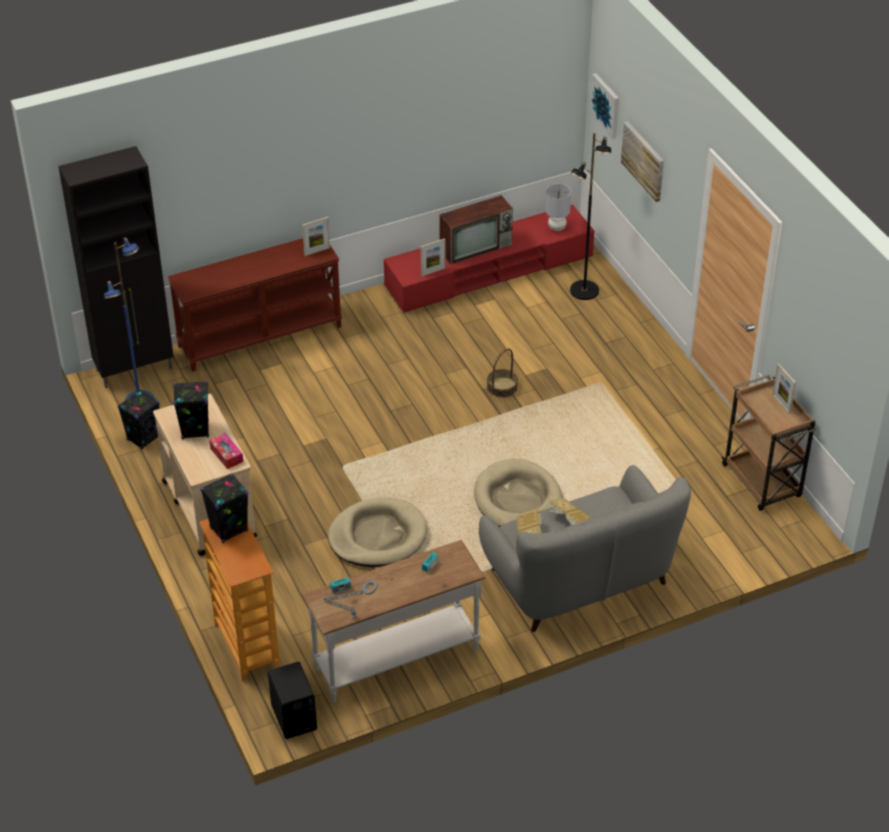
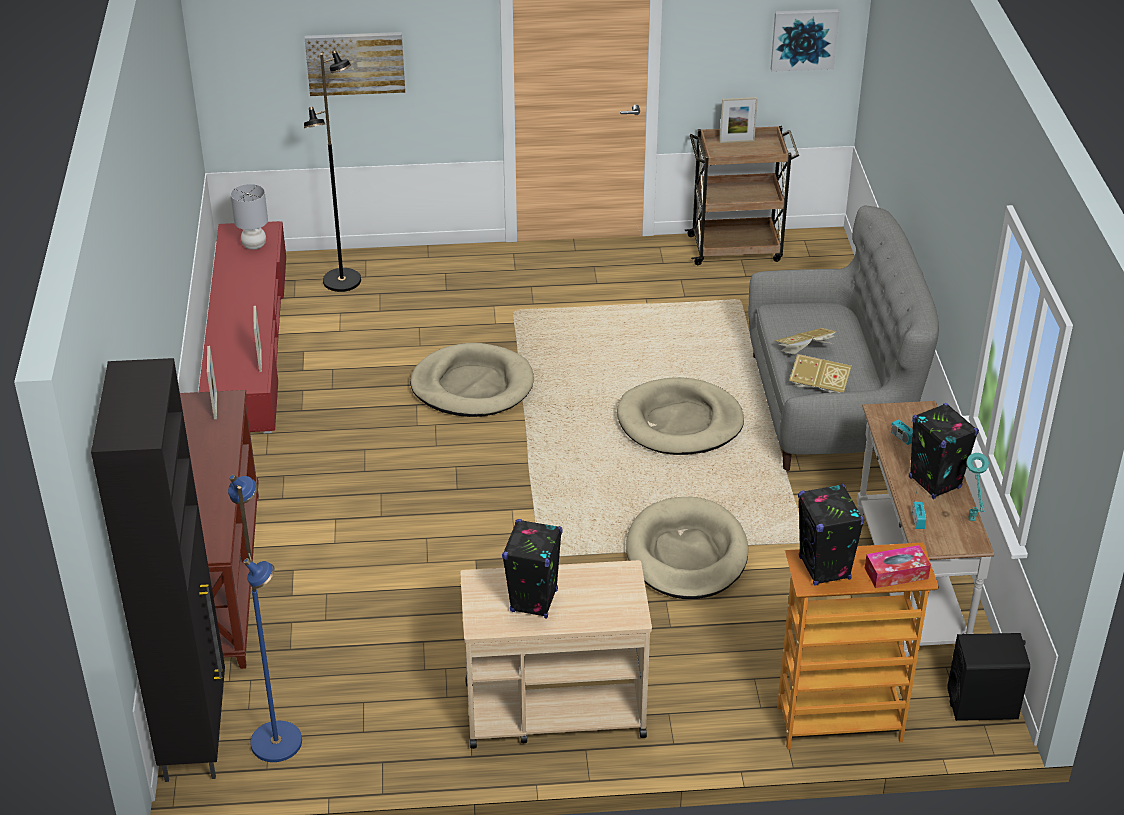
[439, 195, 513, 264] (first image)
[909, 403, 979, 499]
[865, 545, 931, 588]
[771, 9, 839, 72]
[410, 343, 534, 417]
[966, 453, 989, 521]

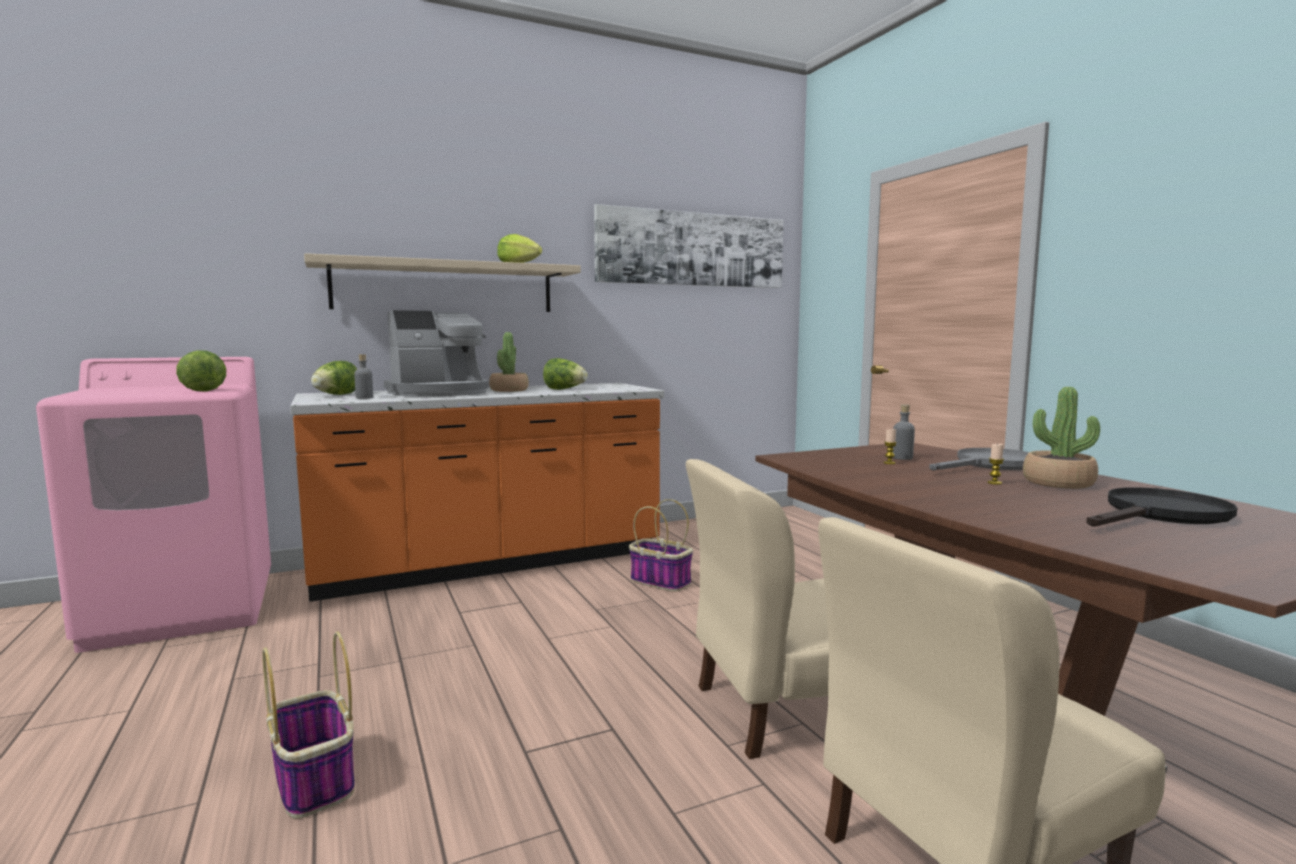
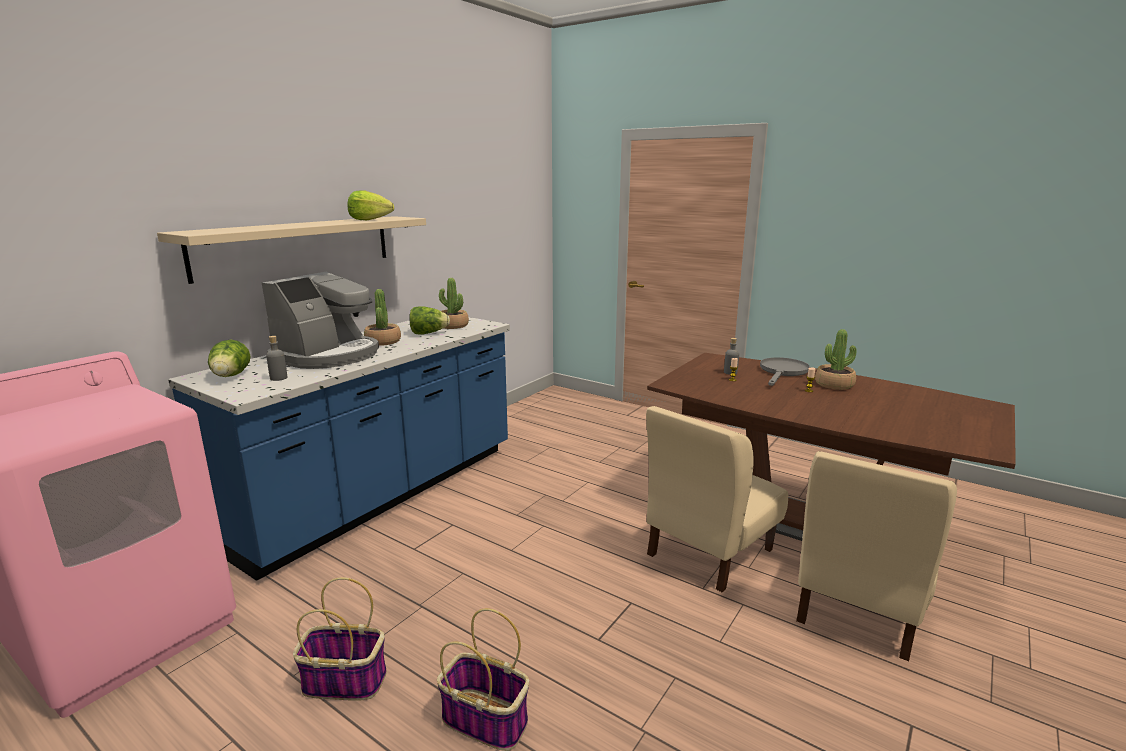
[176, 350, 226, 391] (first image)
[594, 204, 784, 288] (first image)
[1086, 487, 1237, 527] (first image)
[439, 278, 469, 329]
[293, 577, 387, 701]
[168, 317, 510, 581]

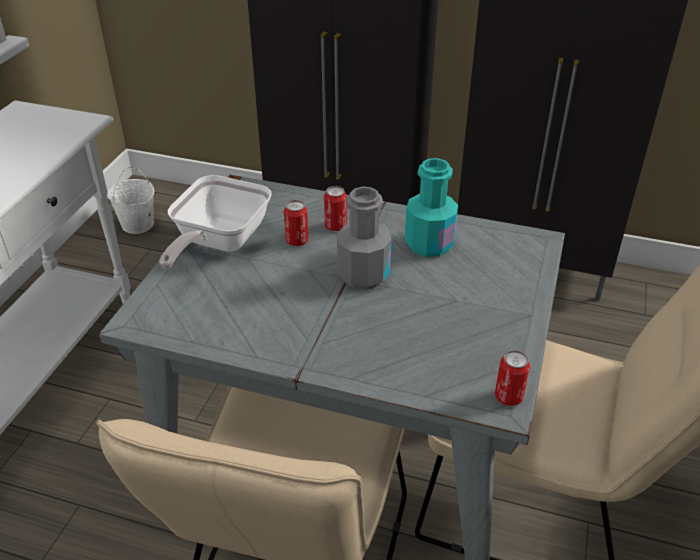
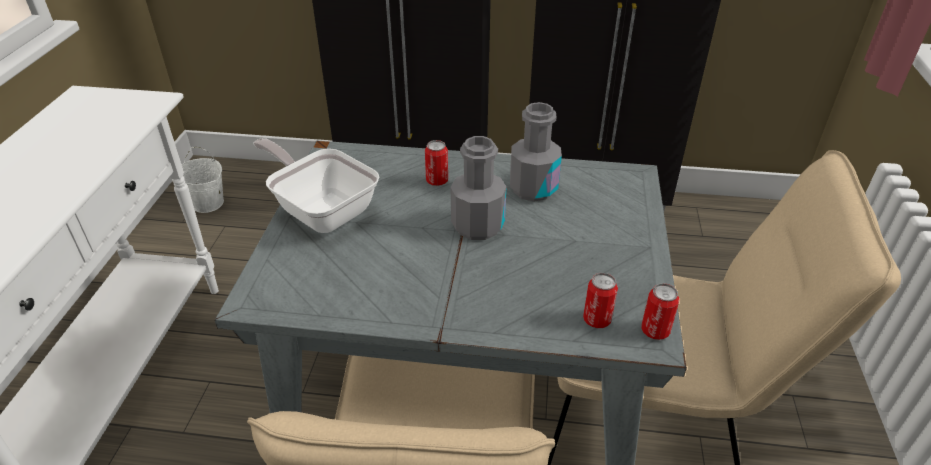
[583, 273, 618, 328]
[510, 102, 562, 202]
[253, 138, 379, 233]

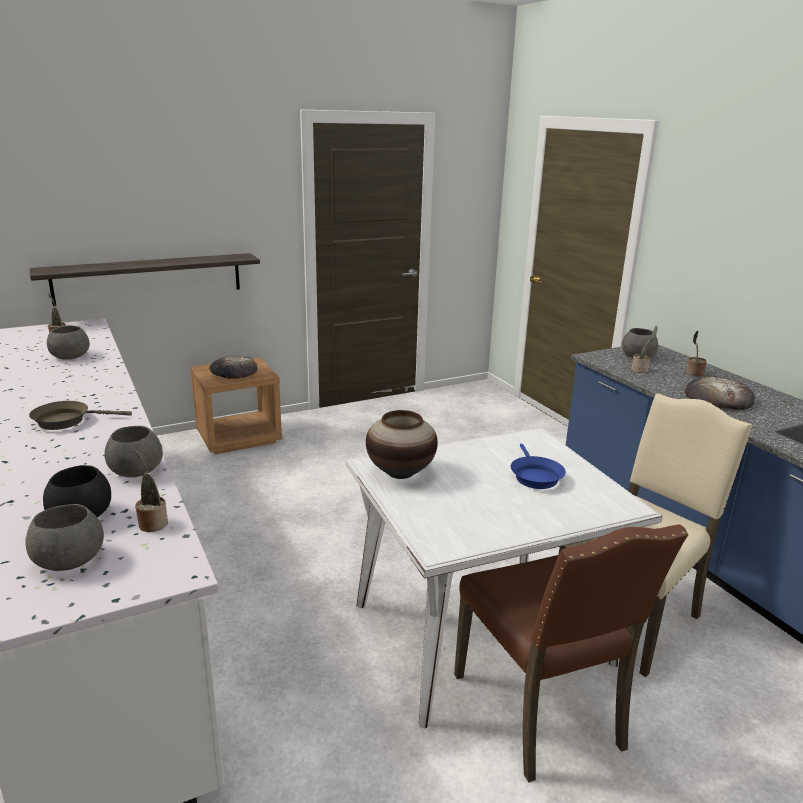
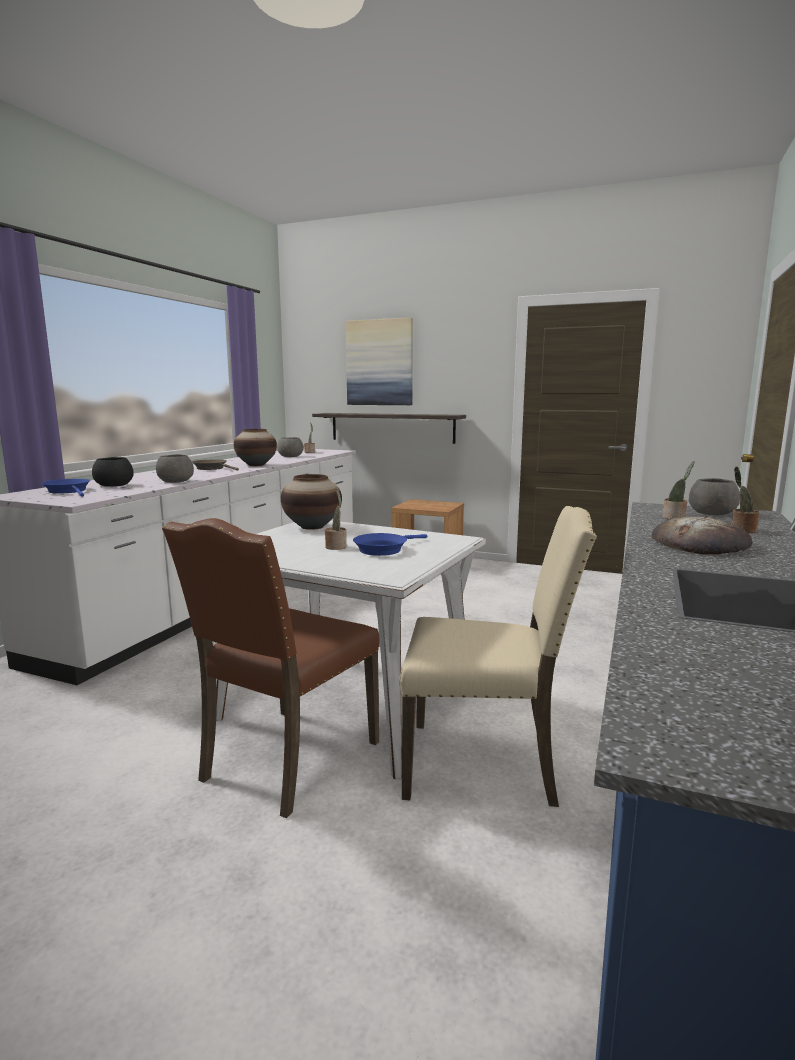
[209, 355, 258, 379] (first image)
[234, 429, 277, 466]
[346, 318, 413, 405]
[325, 487, 347, 550]
[41, 479, 90, 497]

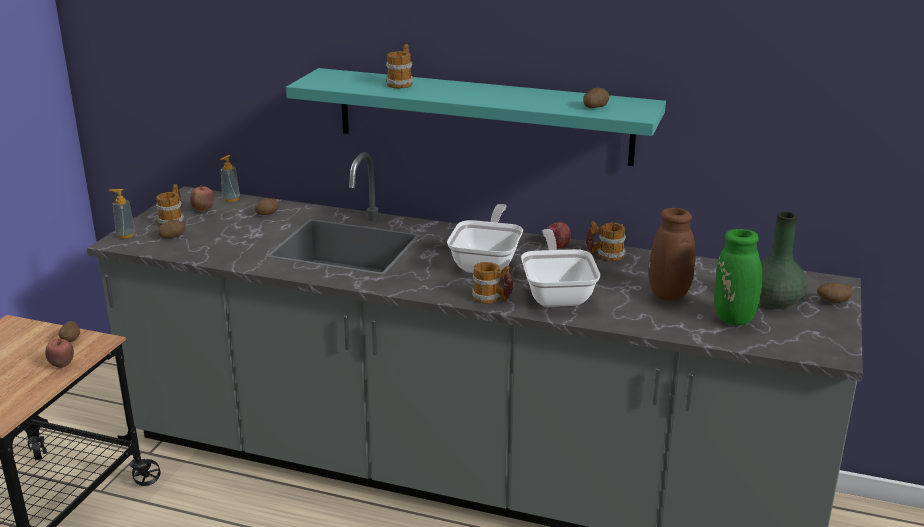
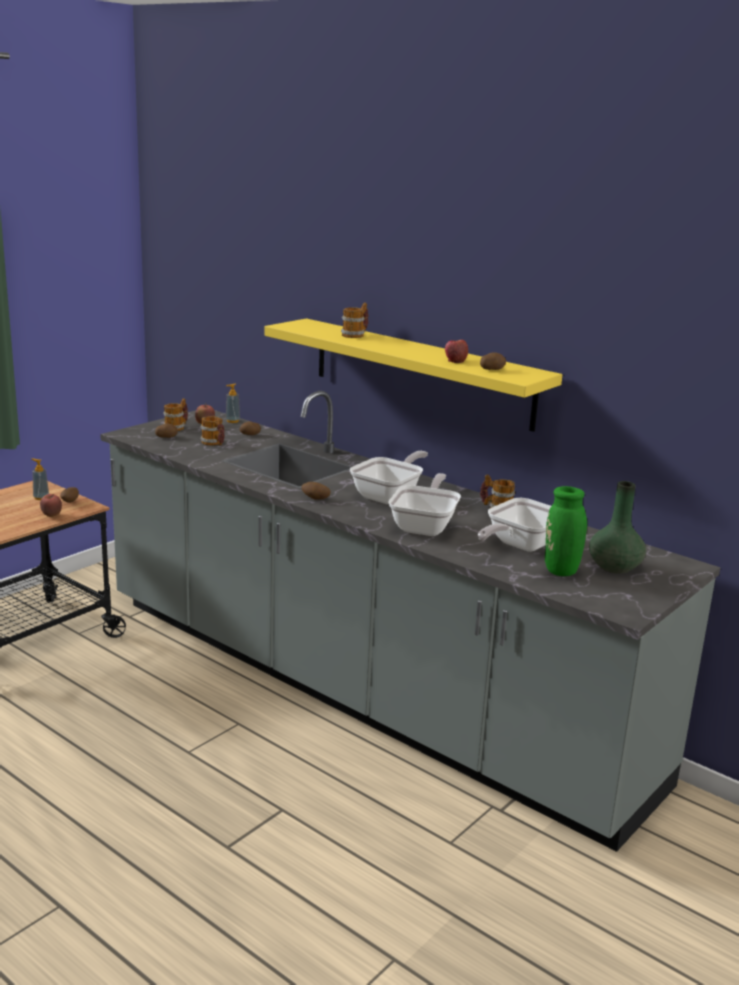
[31, 459, 49, 500]
[200, 416, 225, 446]
[445, 340, 468, 363]
[301, 482, 331, 500]
[478, 498, 551, 552]
[265, 318, 562, 432]

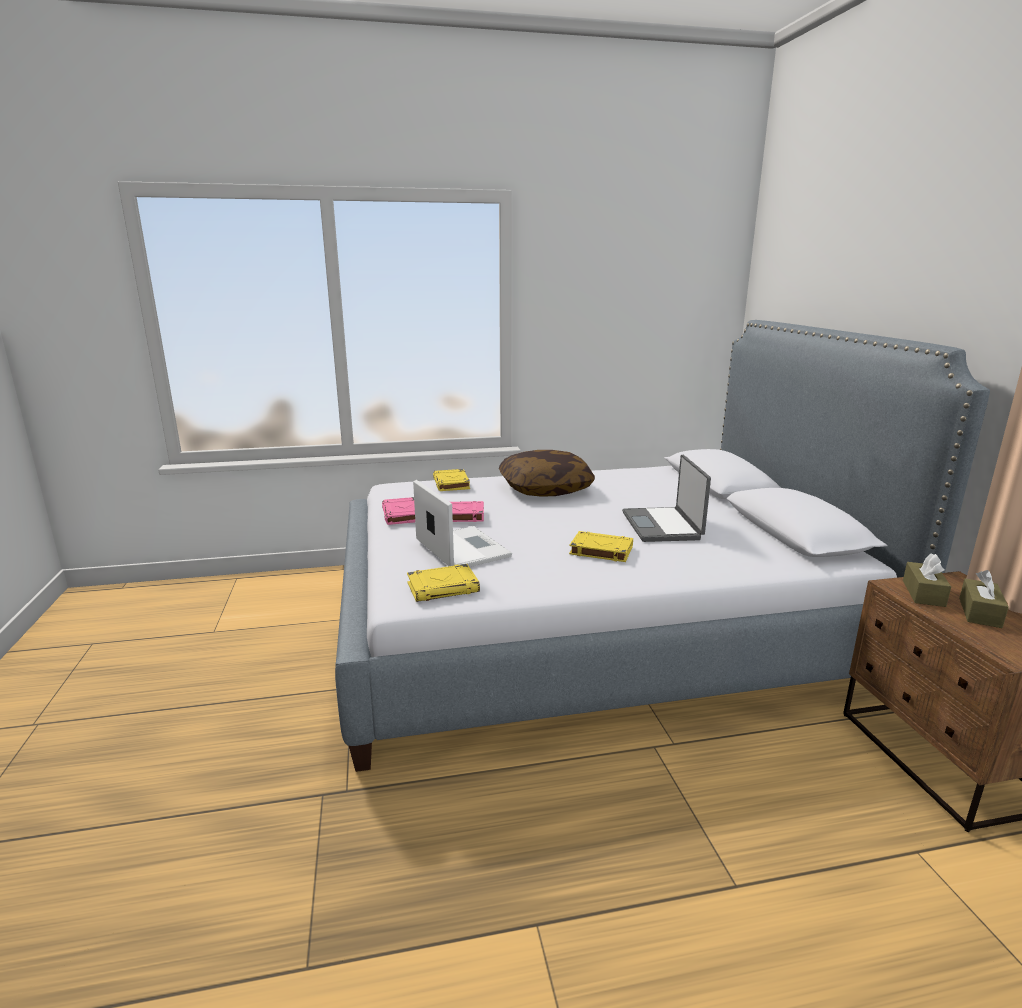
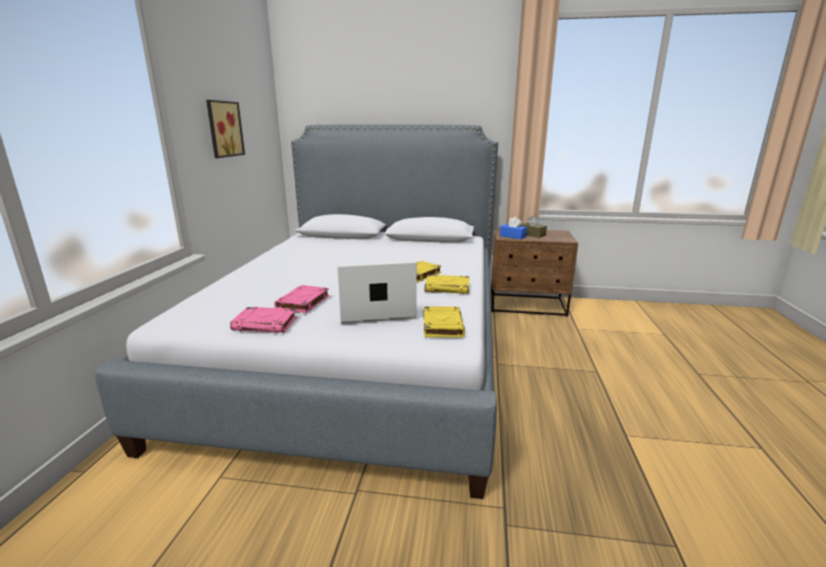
[499, 450, 595, 497] (first image)
[622, 455, 711, 542] (first image)
[206, 100, 245, 158]
[425, 275, 469, 294]
[500, 217, 527, 239]

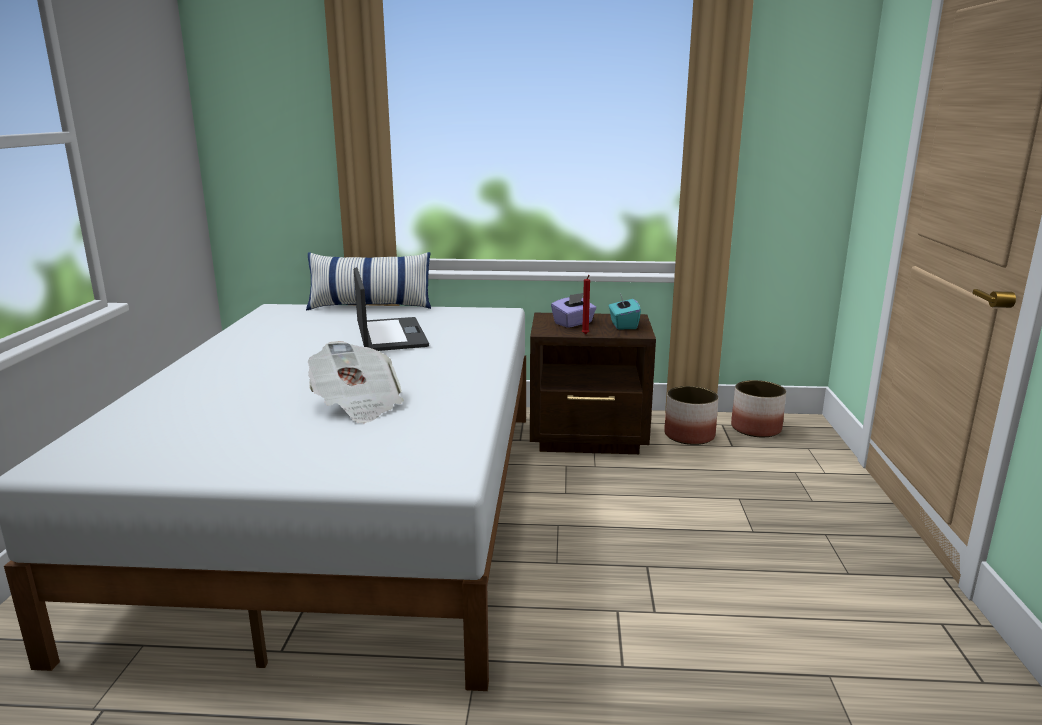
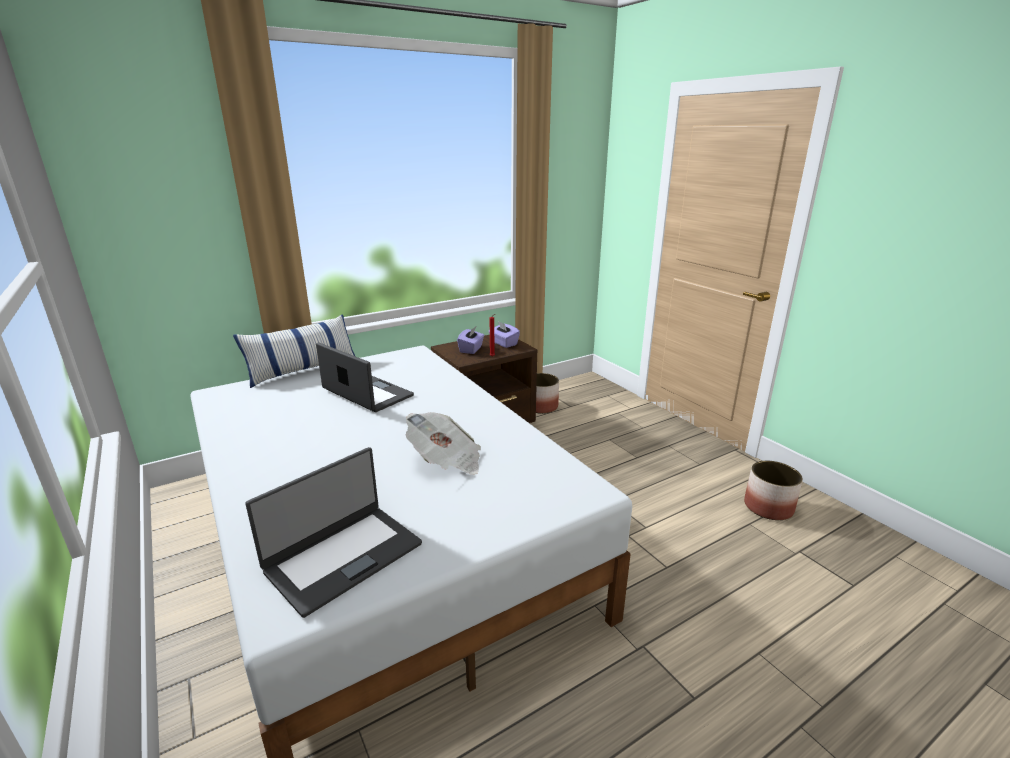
[245, 447, 422, 618]
[744, 461, 803, 520]
[488, 321, 520, 348]

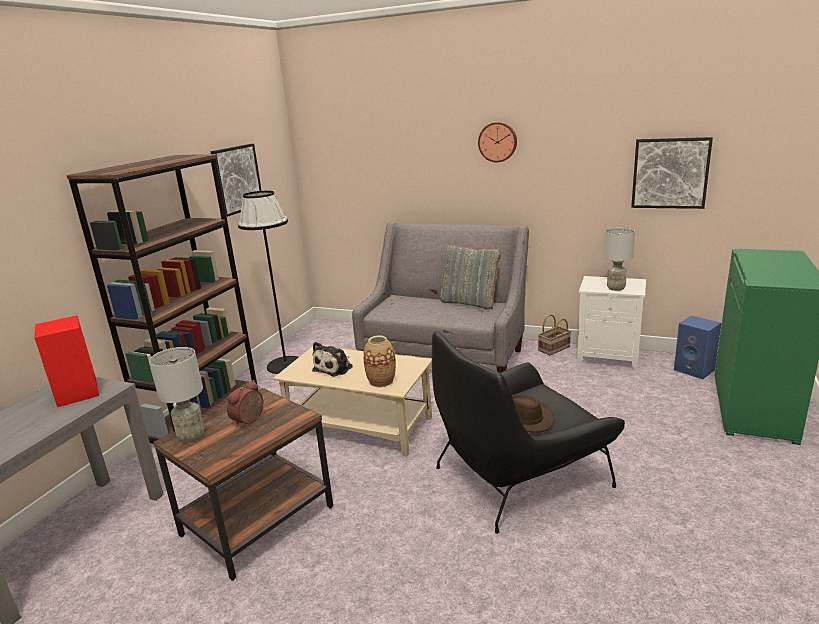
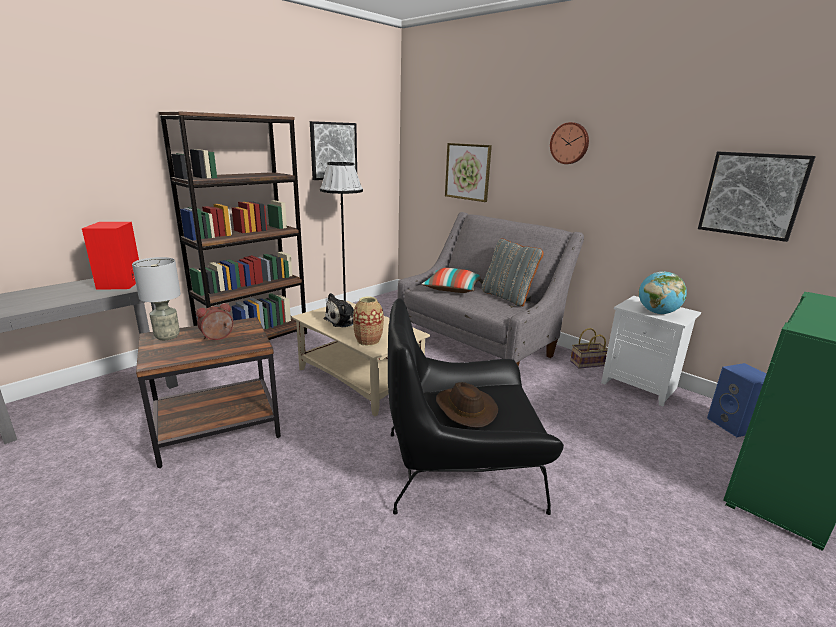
[421, 268, 481, 293]
[445, 143, 492, 202]
[639, 271, 687, 314]

